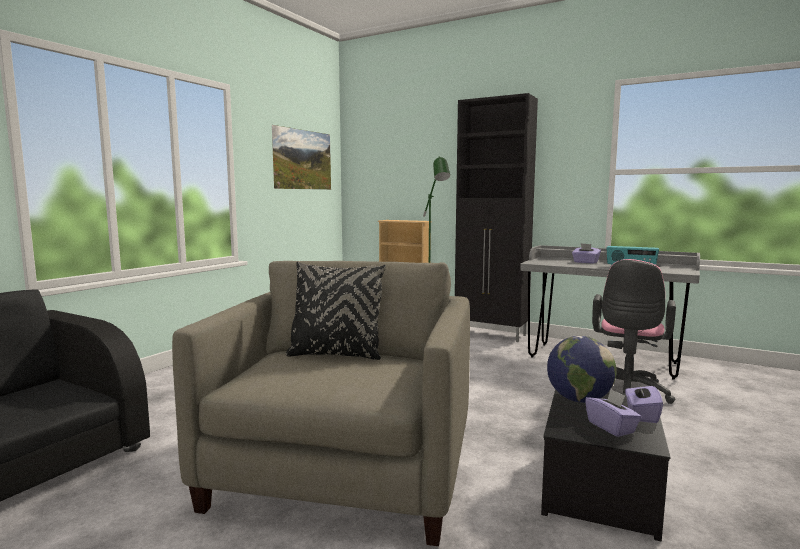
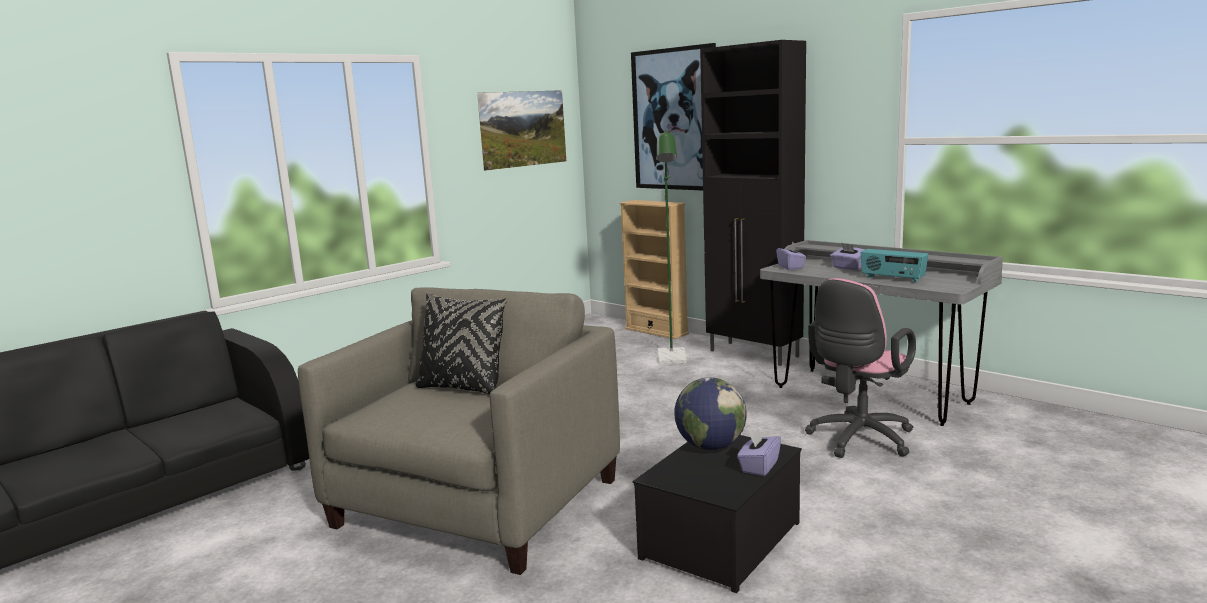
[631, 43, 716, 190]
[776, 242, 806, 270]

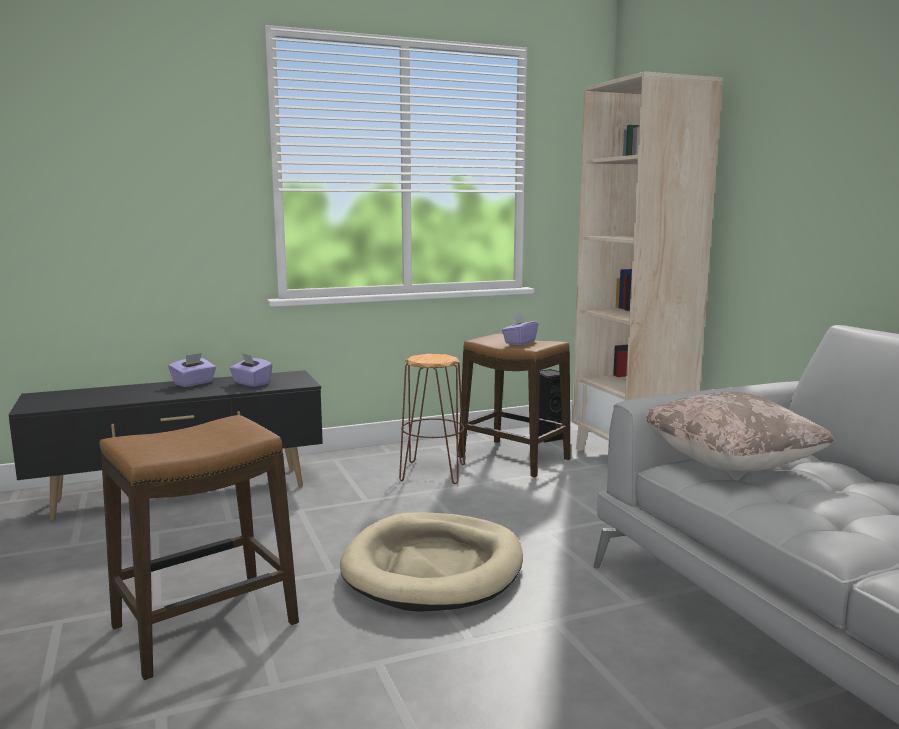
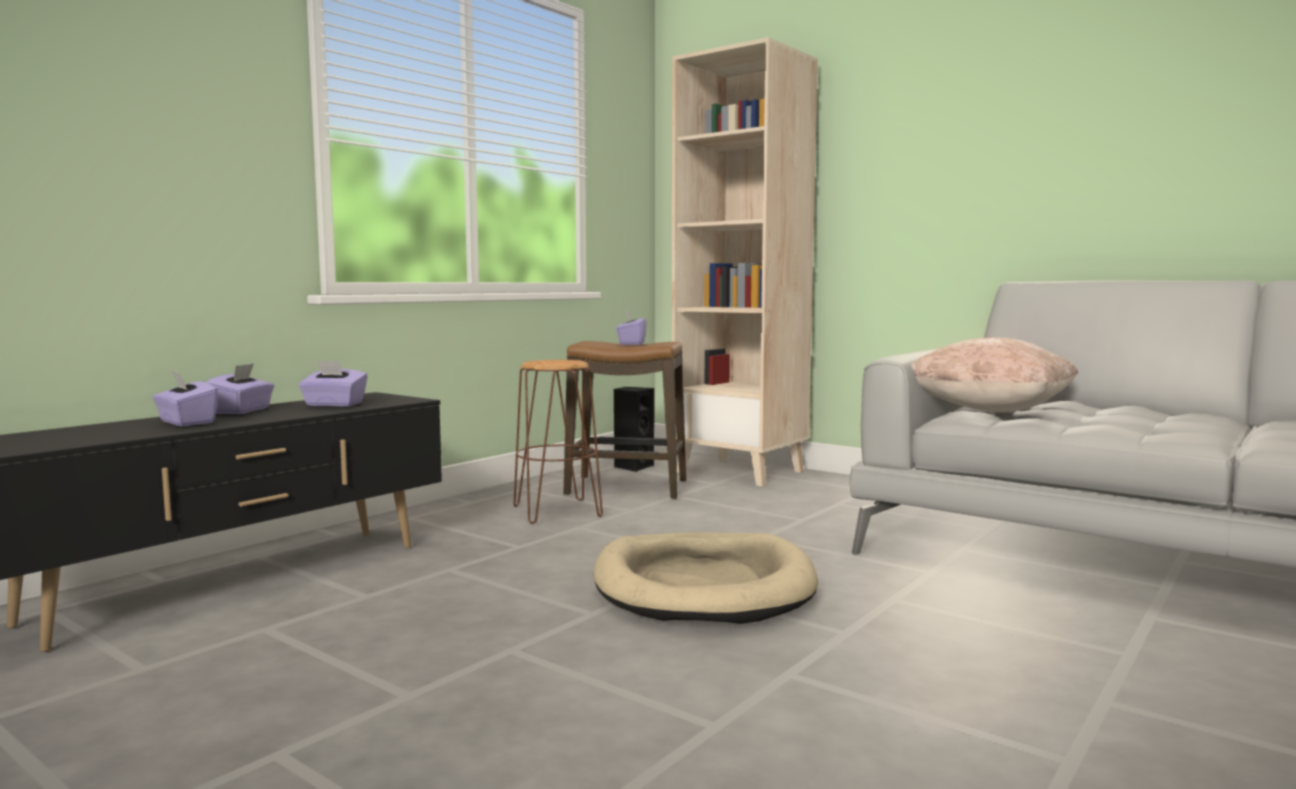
[99, 415, 299, 680] (first image)
[153, 371, 218, 426]

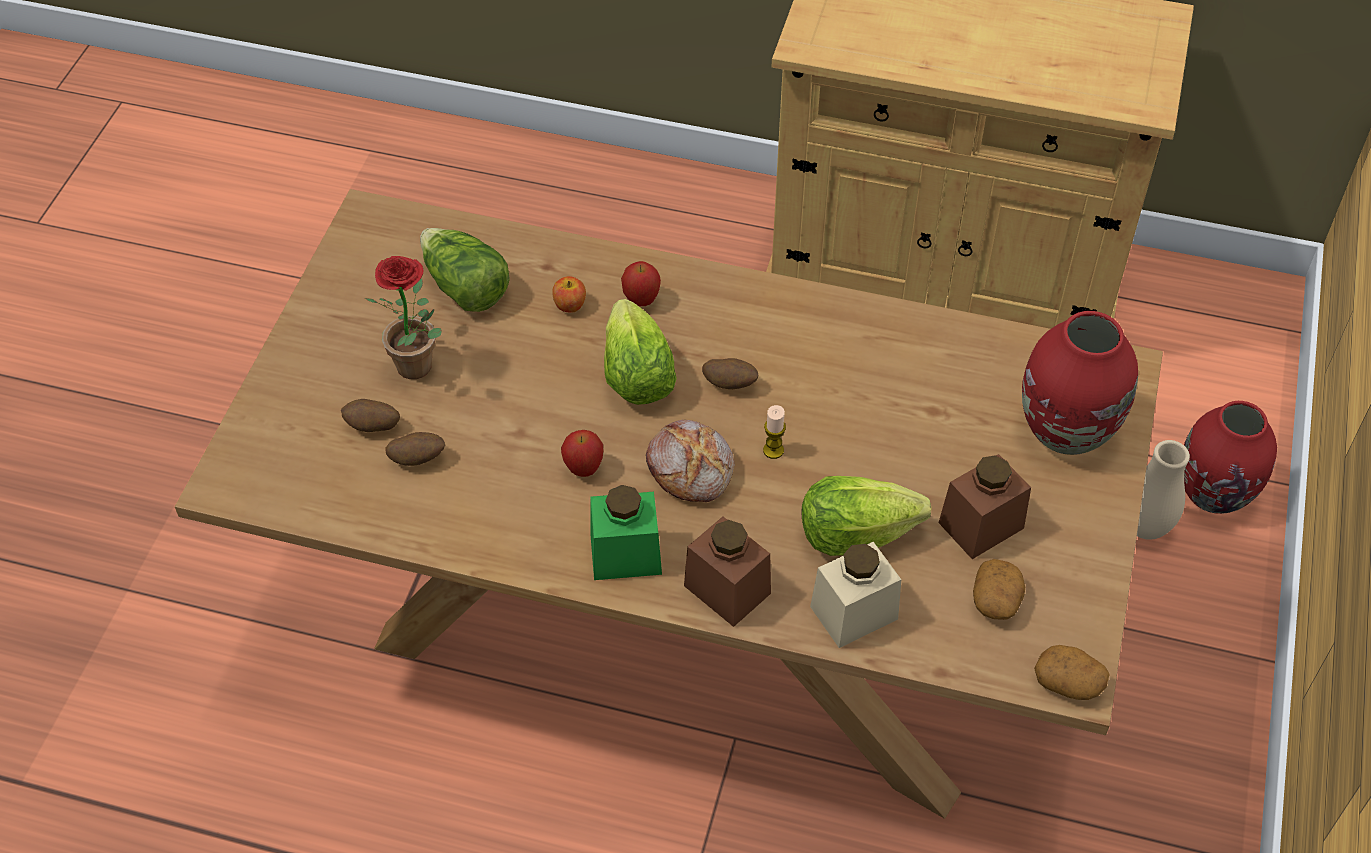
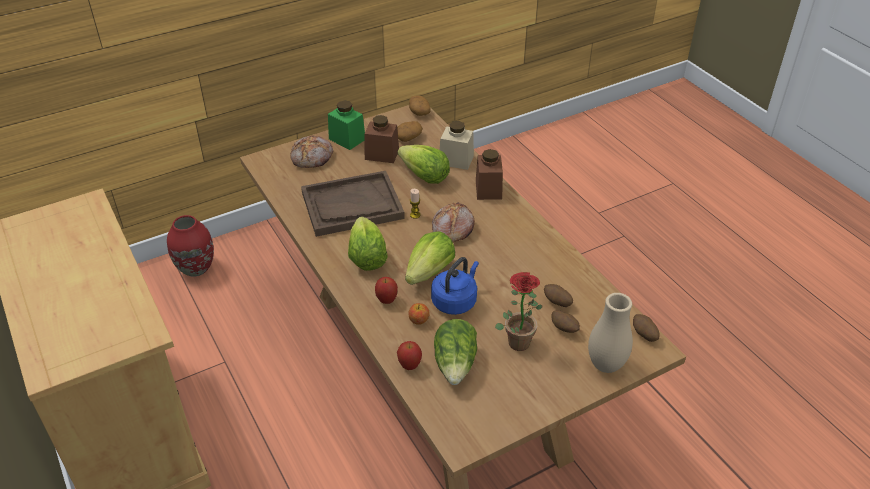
[301, 171, 405, 237]
[348, 217, 388, 271]
[431, 257, 479, 315]
[397, 341, 422, 370]
[328, 100, 365, 150]
[633, 314, 660, 342]
[588, 293, 633, 373]
[290, 136, 333, 168]

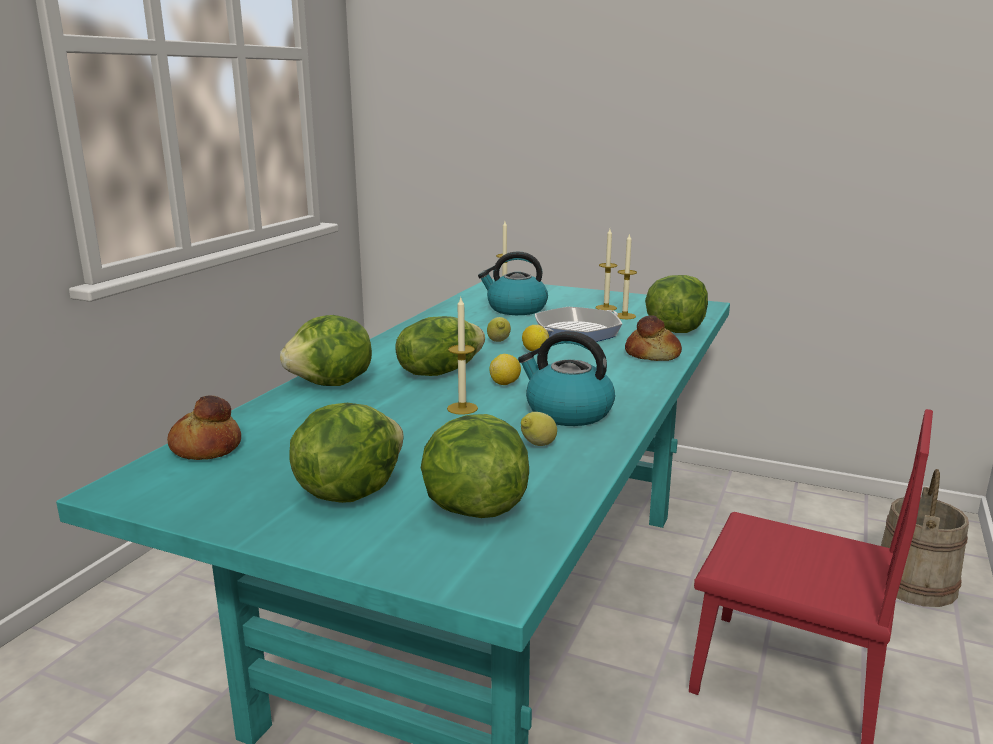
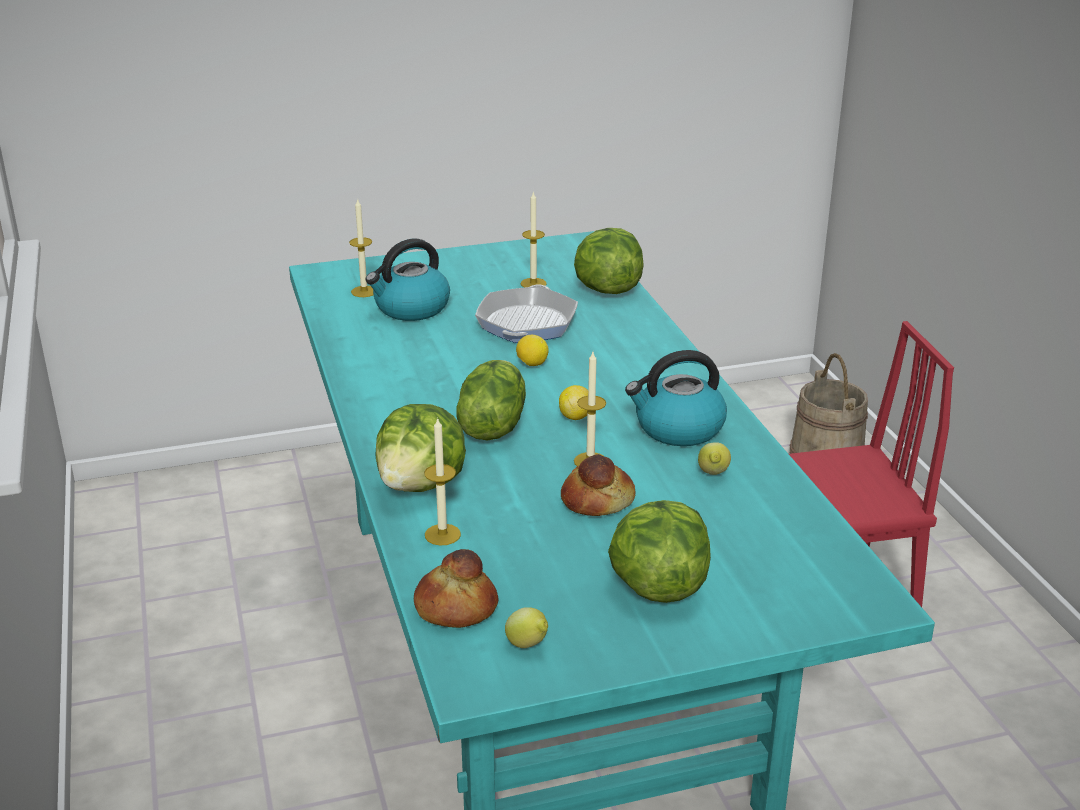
[421, 414, 529, 518] (first image)
[505, 607, 548, 648]
[424, 417, 461, 545]
[561, 454, 636, 516]

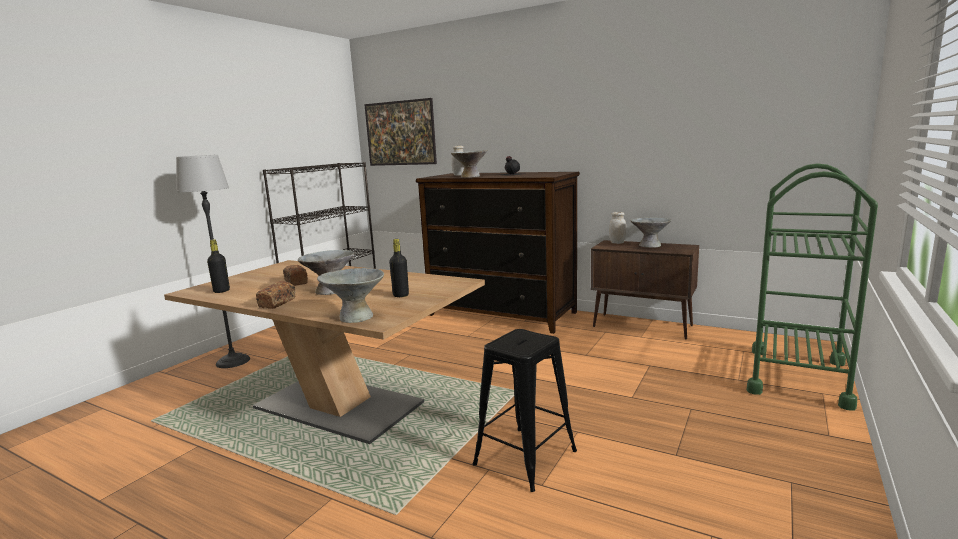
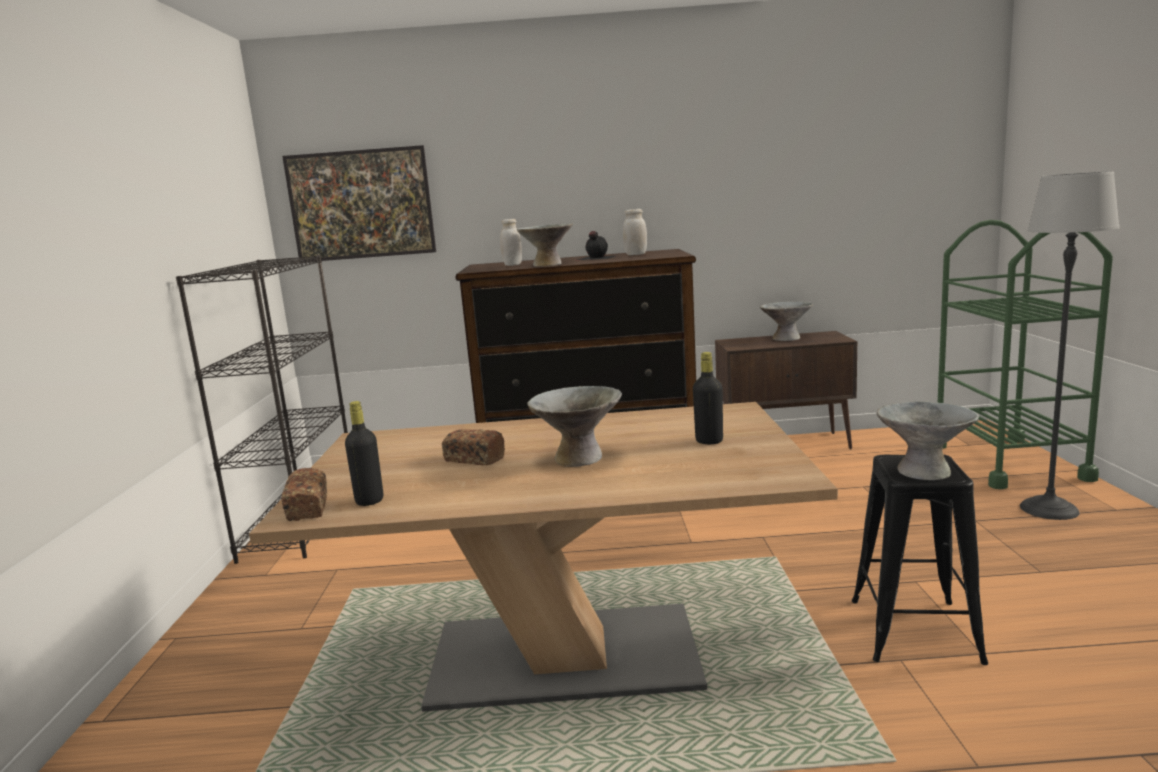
[1020, 171, 1120, 520]
[281, 468, 327, 521]
[877, 401, 979, 480]
[623, 209, 647, 255]

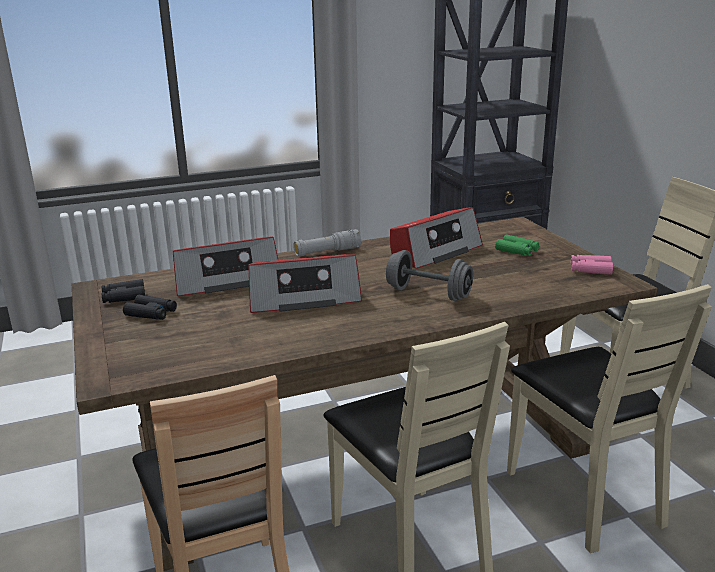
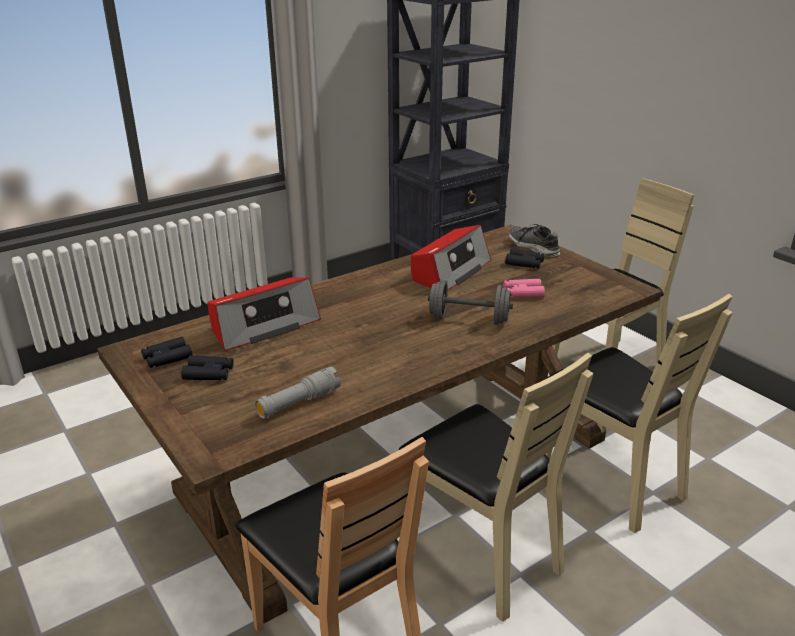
[249, 254, 362, 313] (first image)
[509, 224, 560, 257]
[255, 367, 341, 419]
[504, 279, 545, 298]
[505, 248, 544, 268]

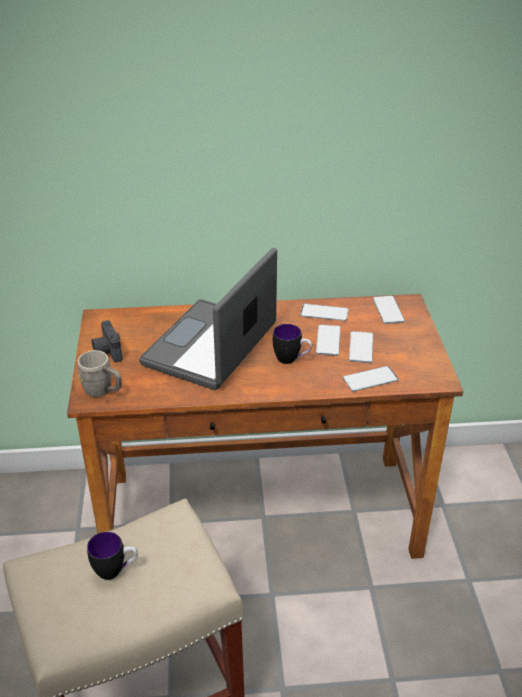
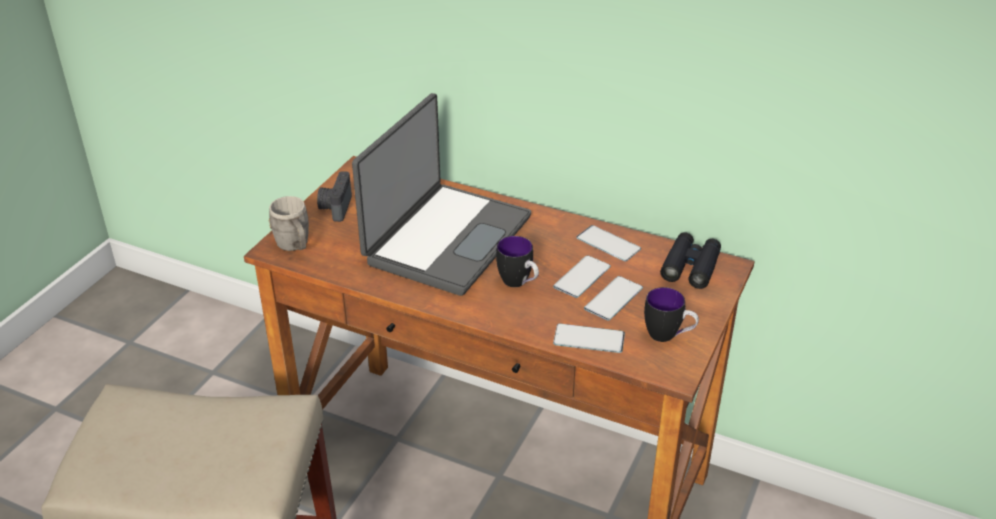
[644, 287, 699, 342]
[660, 232, 721, 289]
[352, 93, 531, 296]

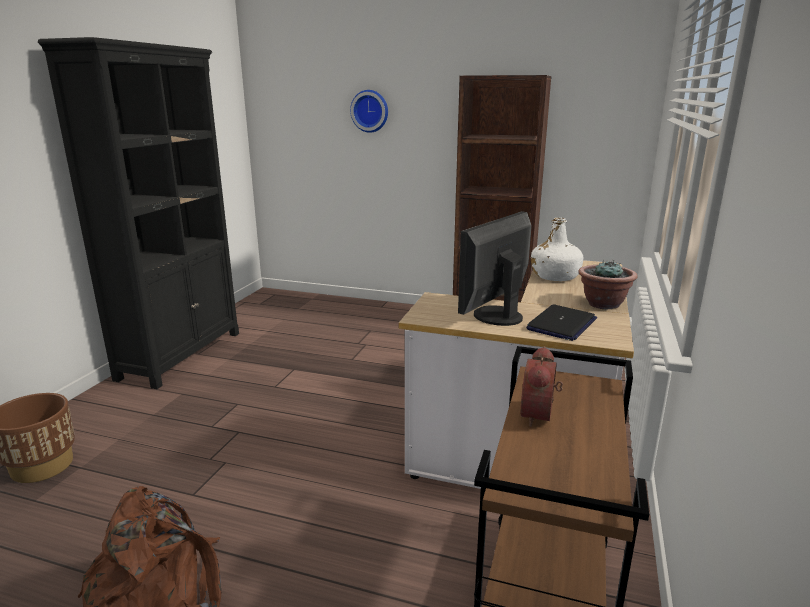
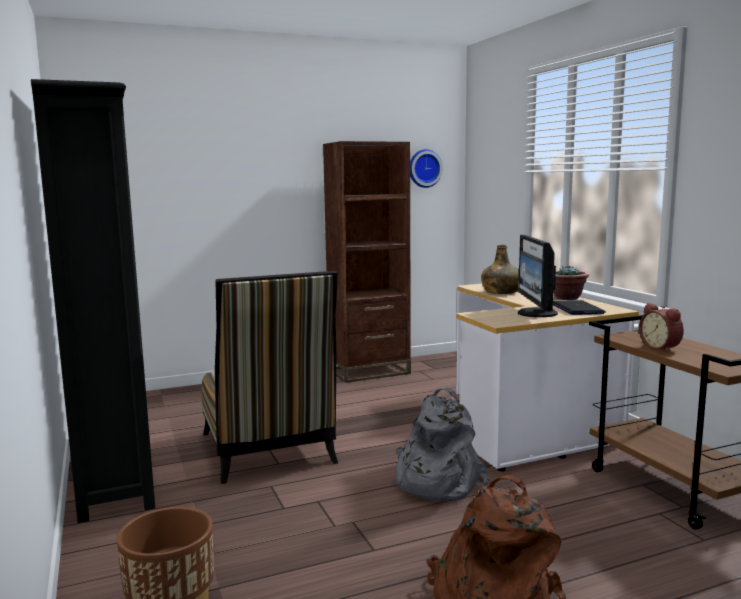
[202, 271, 338, 484]
[395, 387, 490, 501]
[410, 149, 443, 188]
[481, 245, 519, 294]

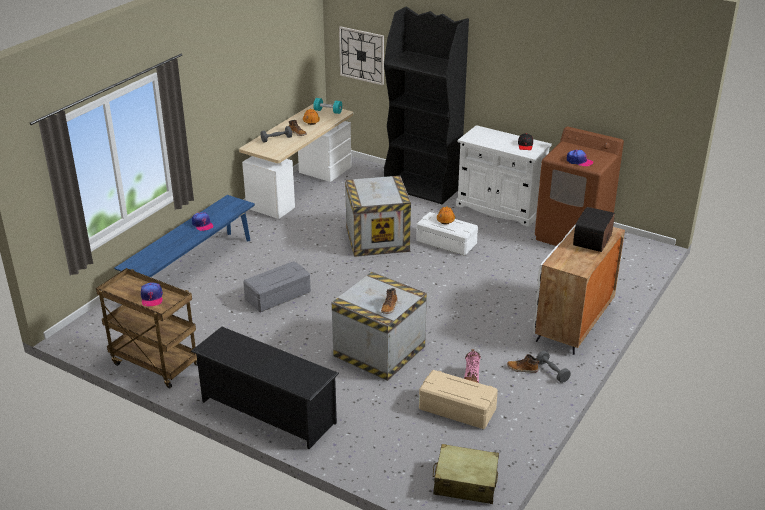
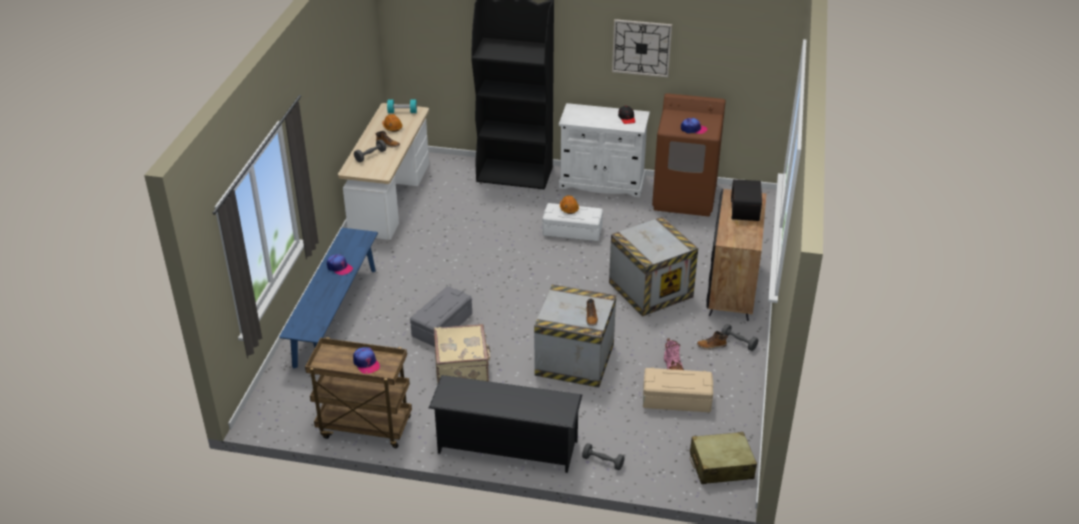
[434, 324, 490, 383]
[582, 443, 624, 470]
[612, 19, 672, 77]
[609, 217, 698, 317]
[706, 189, 767, 321]

